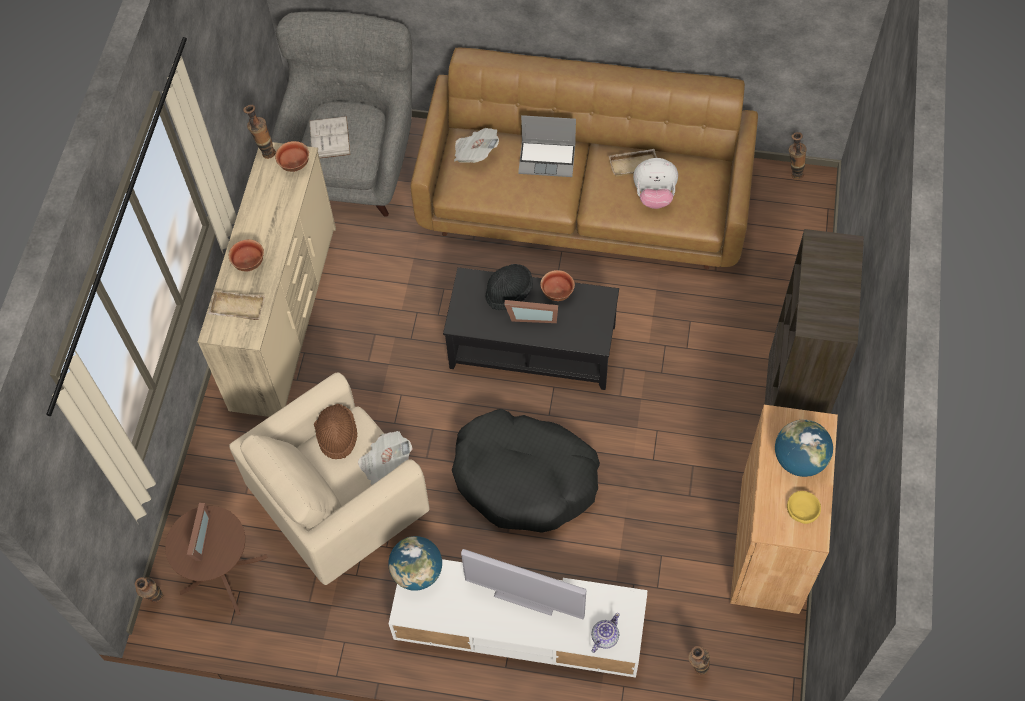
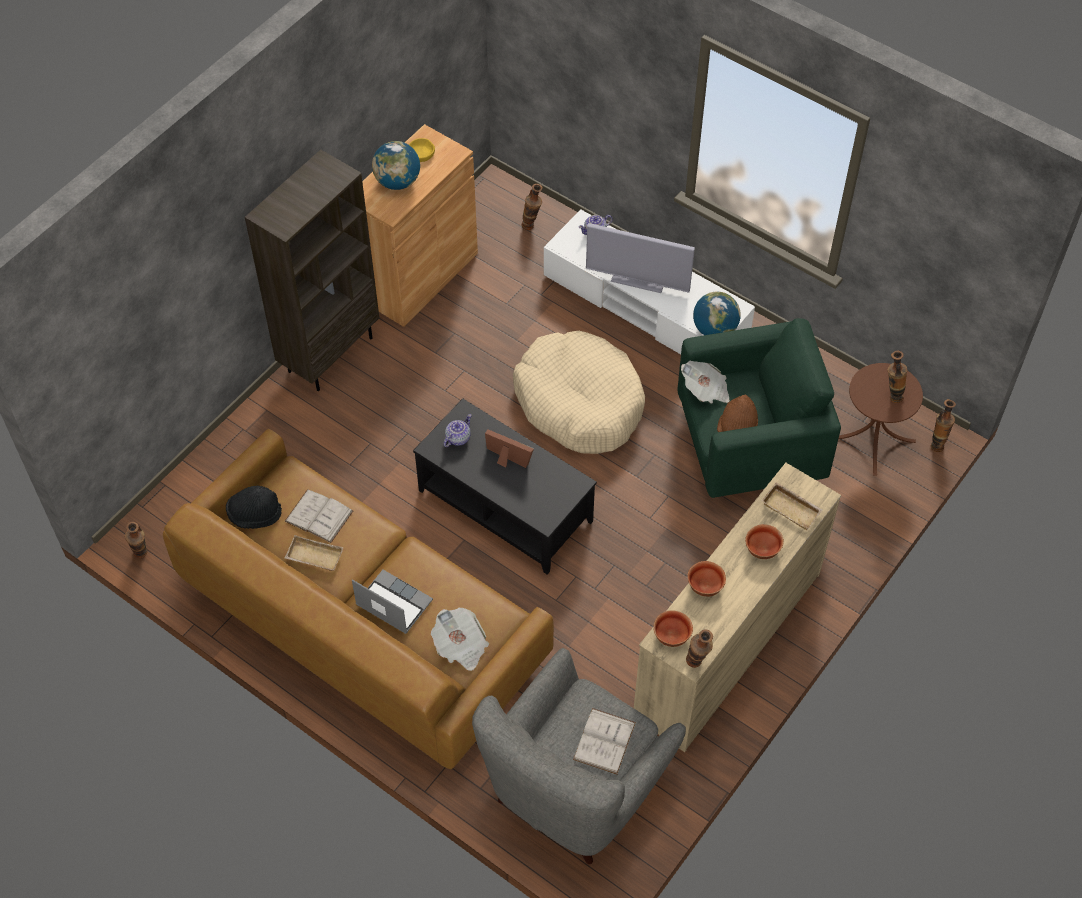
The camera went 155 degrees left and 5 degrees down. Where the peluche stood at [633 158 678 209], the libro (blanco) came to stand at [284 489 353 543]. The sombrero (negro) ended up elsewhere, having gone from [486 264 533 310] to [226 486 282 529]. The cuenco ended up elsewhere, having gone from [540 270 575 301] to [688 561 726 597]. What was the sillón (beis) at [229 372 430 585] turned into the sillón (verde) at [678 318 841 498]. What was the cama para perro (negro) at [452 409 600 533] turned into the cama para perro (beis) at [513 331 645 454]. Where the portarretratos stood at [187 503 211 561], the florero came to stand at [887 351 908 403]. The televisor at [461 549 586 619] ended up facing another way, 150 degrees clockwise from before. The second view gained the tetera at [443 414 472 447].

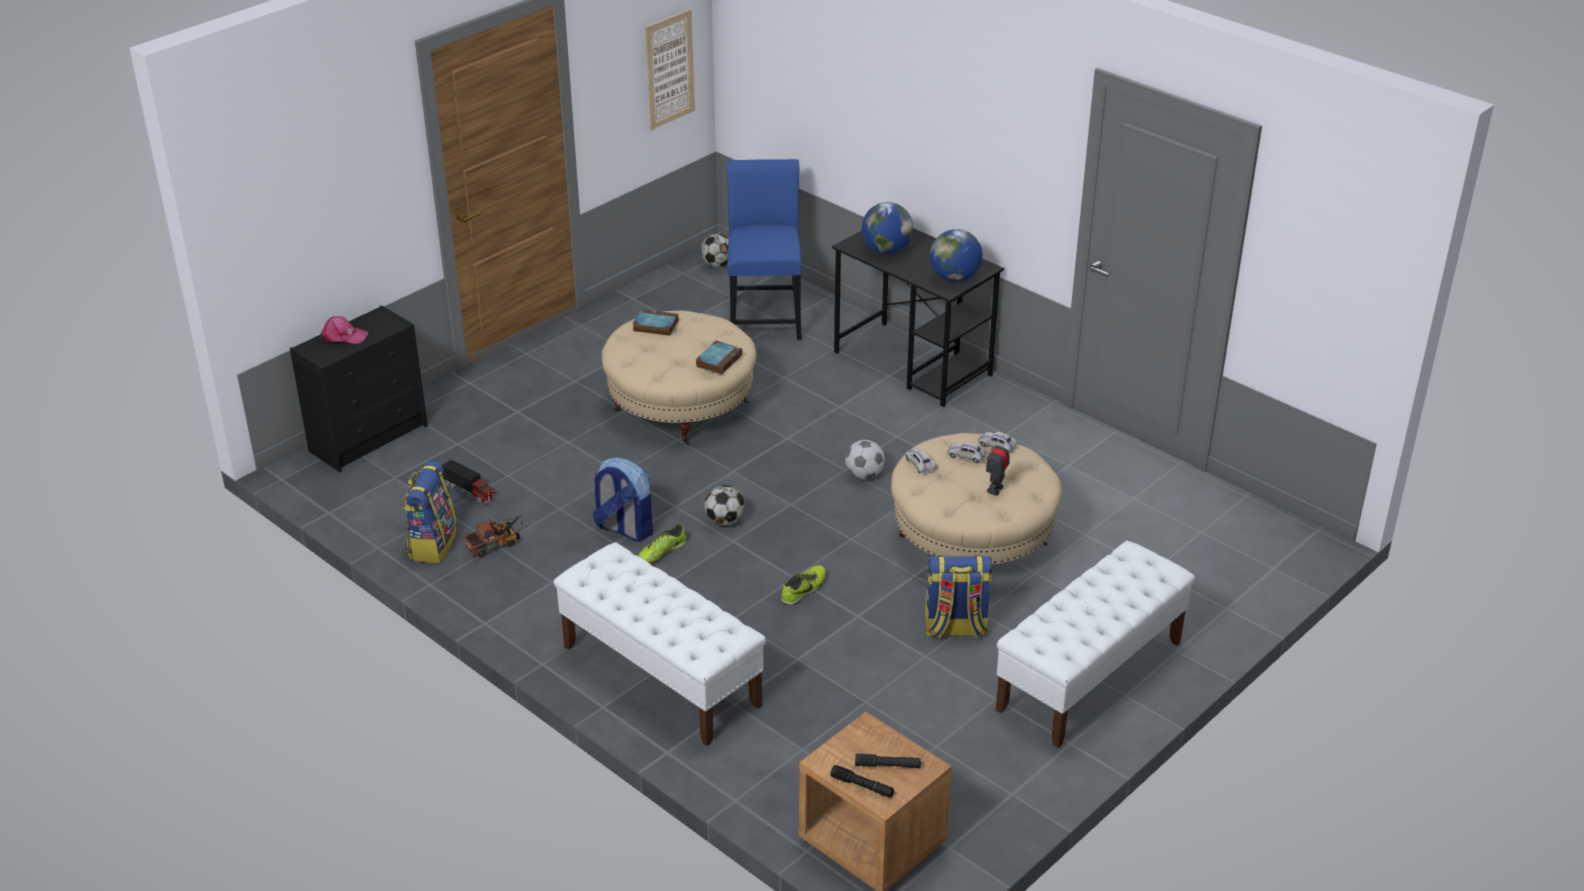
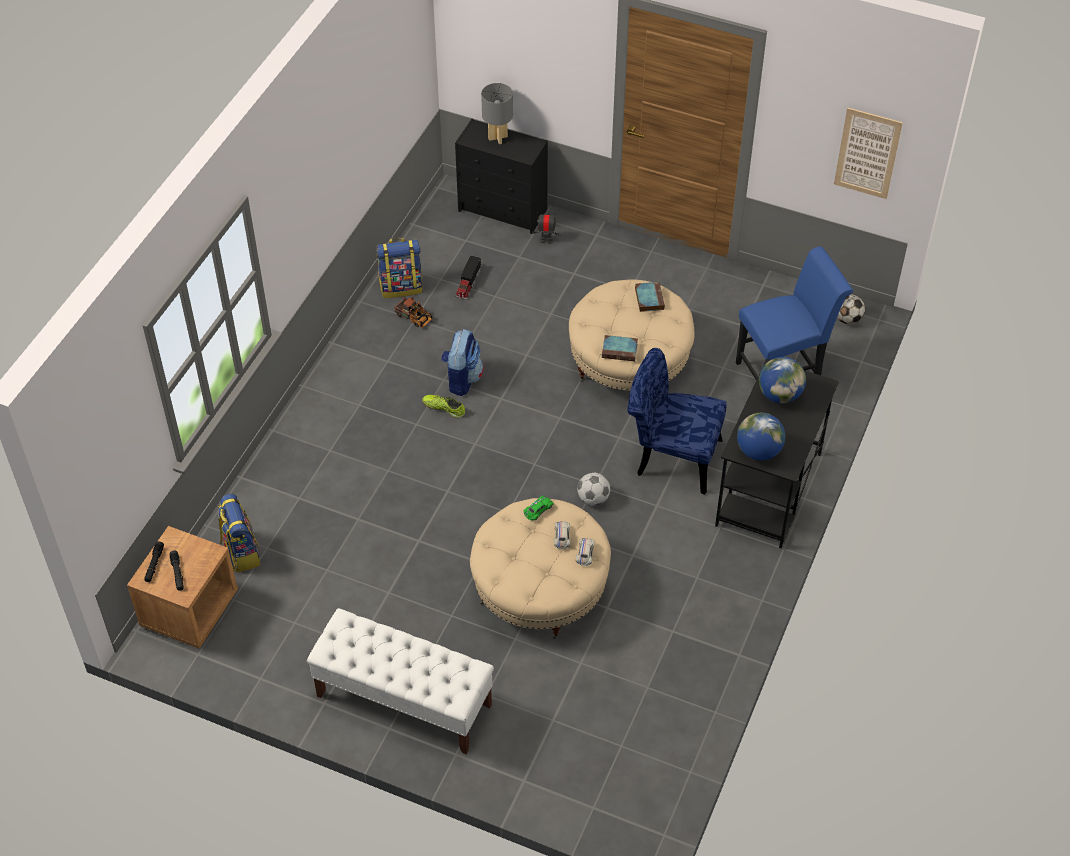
The camera went 70 degrees right and 15 degrees up. Where the gorra (rosa) stood at [320 316 368 344], the lámpara de mesa (gris) came to stand at [481 83 513 144]. The robot de juguete ended up elsewhere, having gone from [986 435 1010 496] to [532 212 561 244]. What was the coche de juguete (blanco) at [904 448 937 473] turned into the coche de juguete (verde) at [524 496 553 521]. The second view lost the balón de fútbol at [705 485 745 526]. The second view lost the banco (blanco) at [554 542 766 746]. The mochila ended up elsewhere, having gone from [925 555 993 638] to [218 493 260 573]. The second view lost the zapato at [781 565 826 605]. The second view gained the silla (azul) at [627 348 727 495].

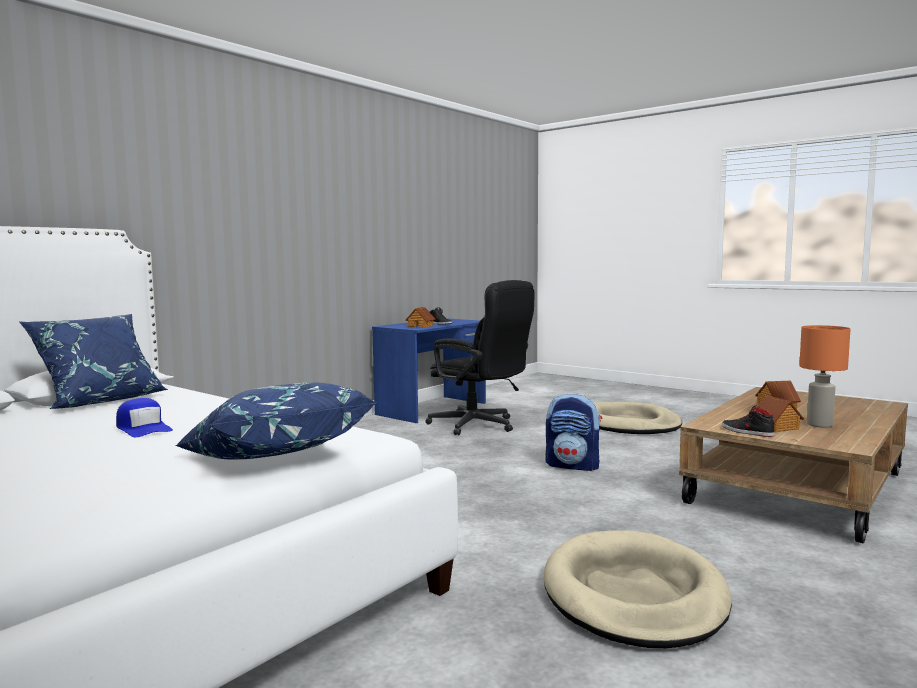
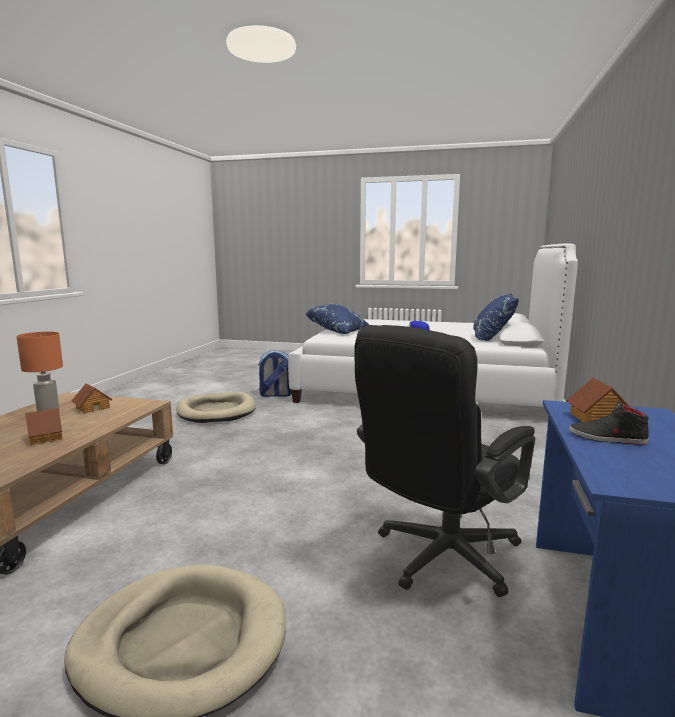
The camera went 155 degrees right and 5 degrees up. The silla de oficina (negro) at [425 280 535 435] ended up facing another way, 60 degrees counterclockwise from before. The mochila ended up elsewhere, having gone from [545 393 602 471] to [258 350 292 397]. The second view lost the zapato (negro) at [722 405 775 437].

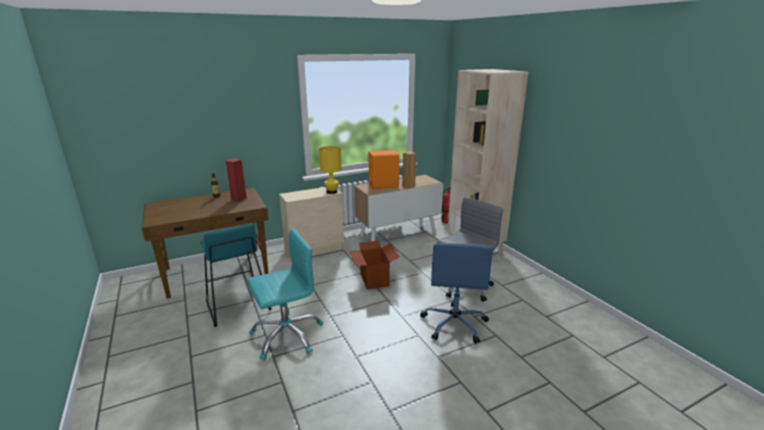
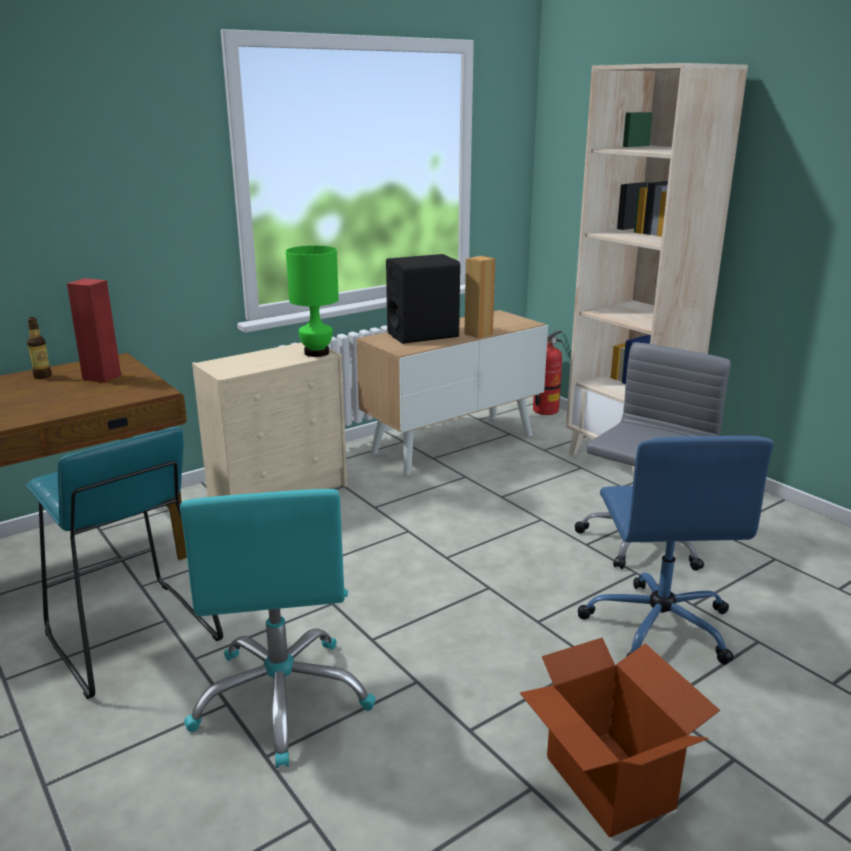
The camera went 10 degrees left and 0 degrees up. What was the lámpara de mesa (amarillo) at [319 146 341 194] turned into the lámpara de mesa (verde) at [286 246 339 357]. What was the altavoz (naranja) at [368 150 400 189] turned into the altavoz (negro) at [386 254 460 344]. The silla de oficina (turquesa) at [247 228 323 360] ended up facing another way, 120 degrees clockwise from before. The caja de cartón ended up elsewhere, having gone from [349 241 400 289] to [520 637 720 838].

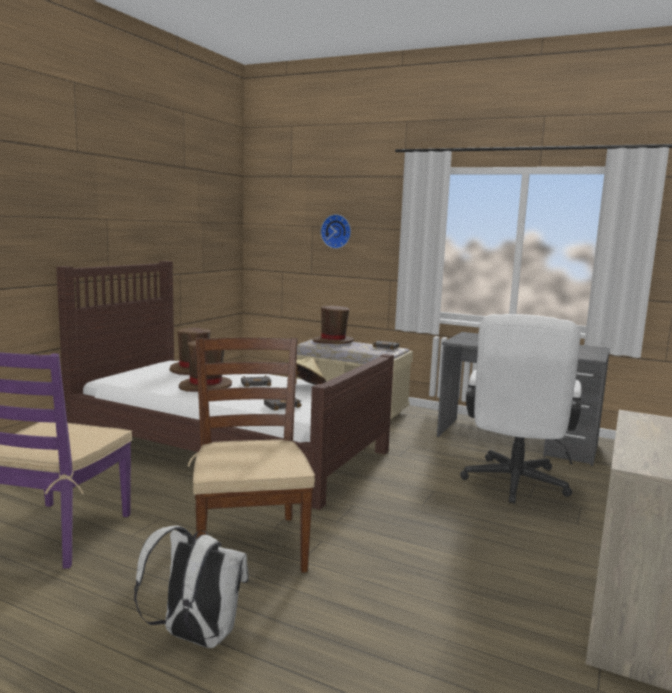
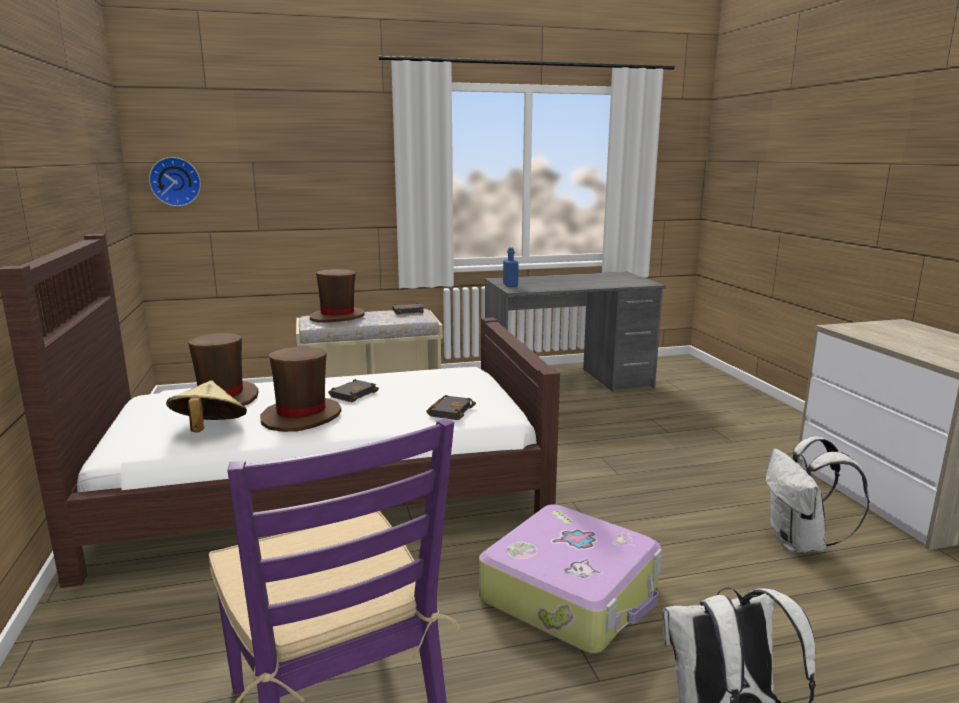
The camera went 40 degrees left and 5 degrees up. The reloj de pared ended up elsewhere, having gone from [321 214 351 249] to [149 157 201 206]. The second view lost the silla de oficina (blanco) at [460 314 582 504]. Where the silla (marrón) stood at [187 338 315 573], the maleta came to stand at [479 504 662 653]. The sombrero (beis) ended up elsewhere, having gone from [284 358 326 385] to [166 381 247 432]. The second view gained the botella (azul) at [503 247 519 287]. The second view gained the mochila (blanco) at [766 436 870 553].

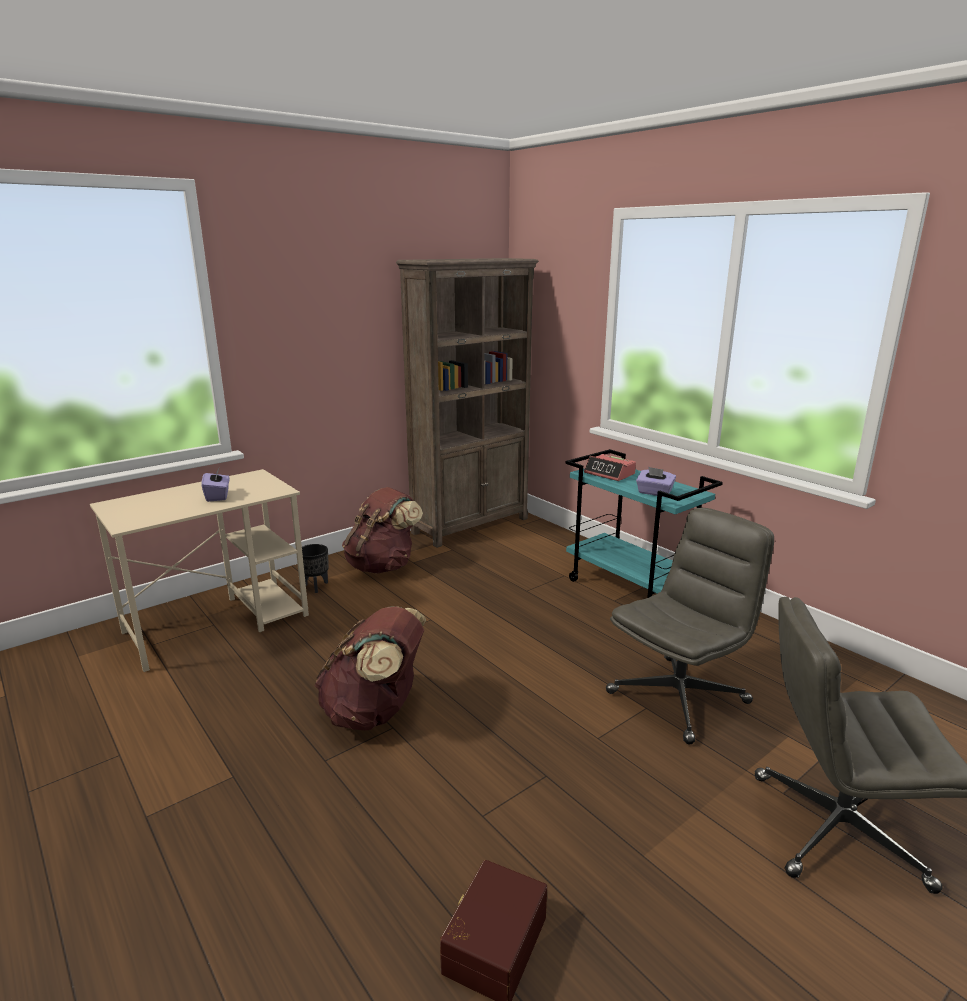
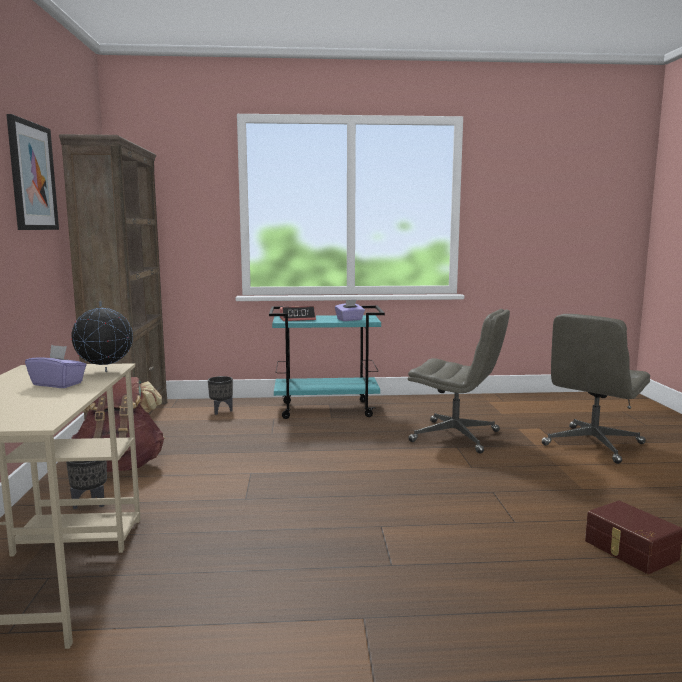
The camera went 55 degrees left and 10 degrees down. The silla de oficina (gris) at [606 508 774 745] ended up facing another way, 120 degrees clockwise from before. The second view lost the mochila (marrón) at [314 606 426 730]. The second view gained the cuadro at [6 114 59 230]. The second view gained the globo terráqueo at [71 301 133 372]. The second view gained the maceta (negro) at [208 376 233 415].

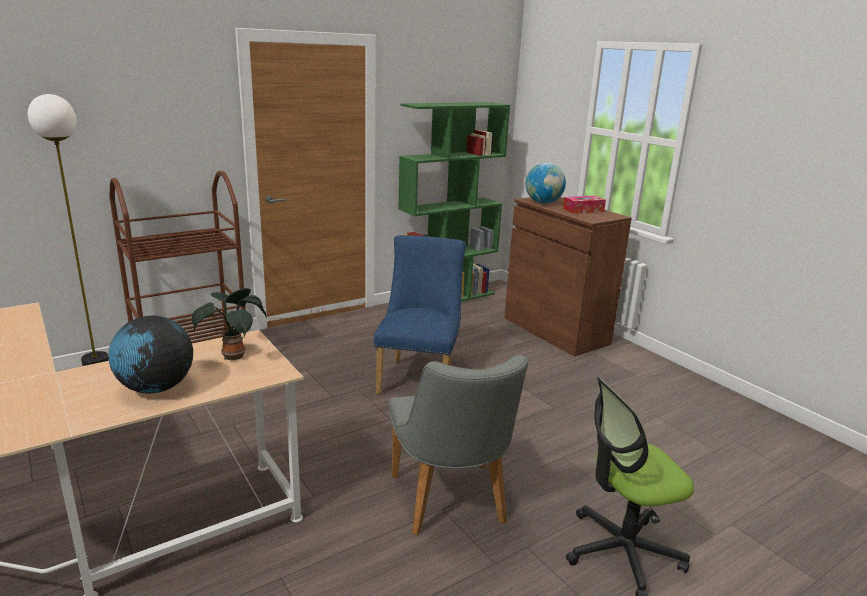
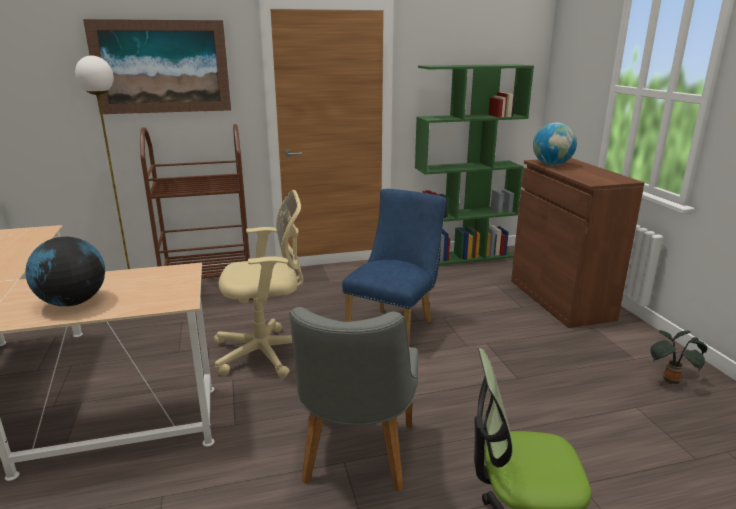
The camera went 20 degrees right and 0 degrees up. The second view lost the caja de pañuelos at [563 196 606 214]. The planta en maceta ended up elsewhere, having gone from [192 288 267 360] to [650 330 707 384]. The second view gained the cuadro at [83 19 231 114]. The second view gained the silla de oficina (beis) at [214 190 304 378].

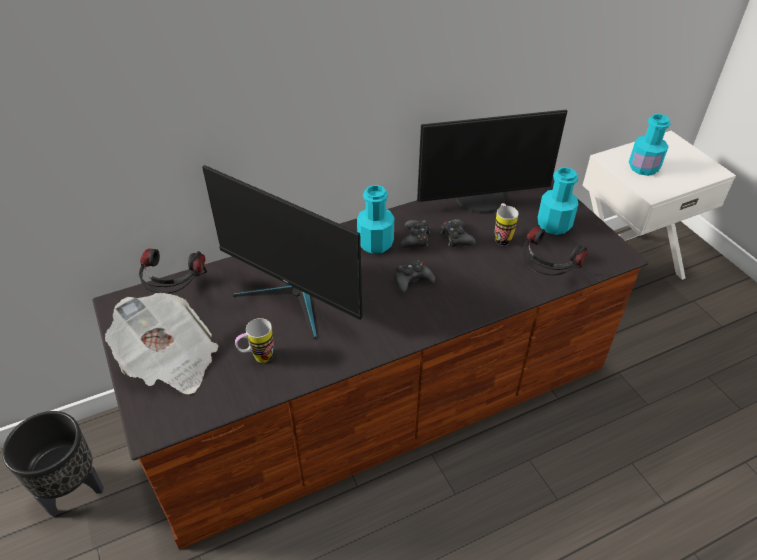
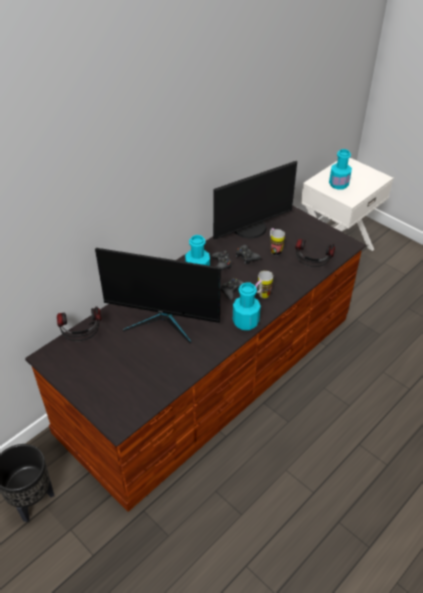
The camera went 20 degrees left and 0 degrees up. The botella (turquesa) ended up elsewhere, having gone from [538 167 578 235] to [233 282 261 330]. The second view lost the periódico at [105 293 219 394]. The taza grande ended up elsewhere, having gone from [235 318 274 363] to [255 271 273 298].

